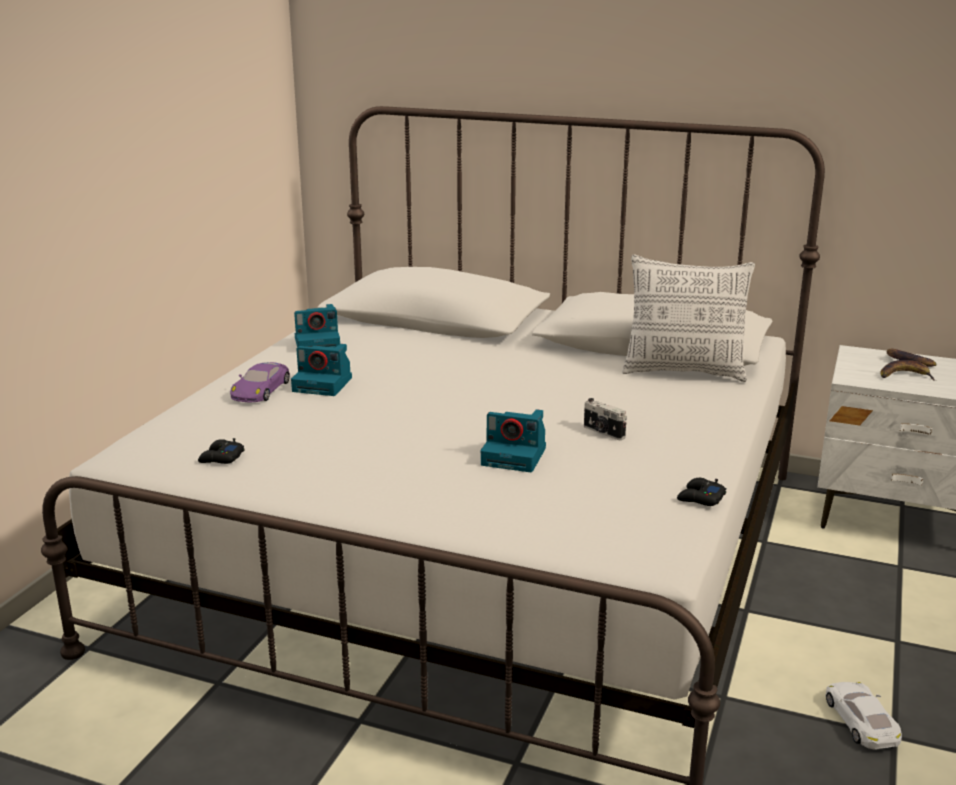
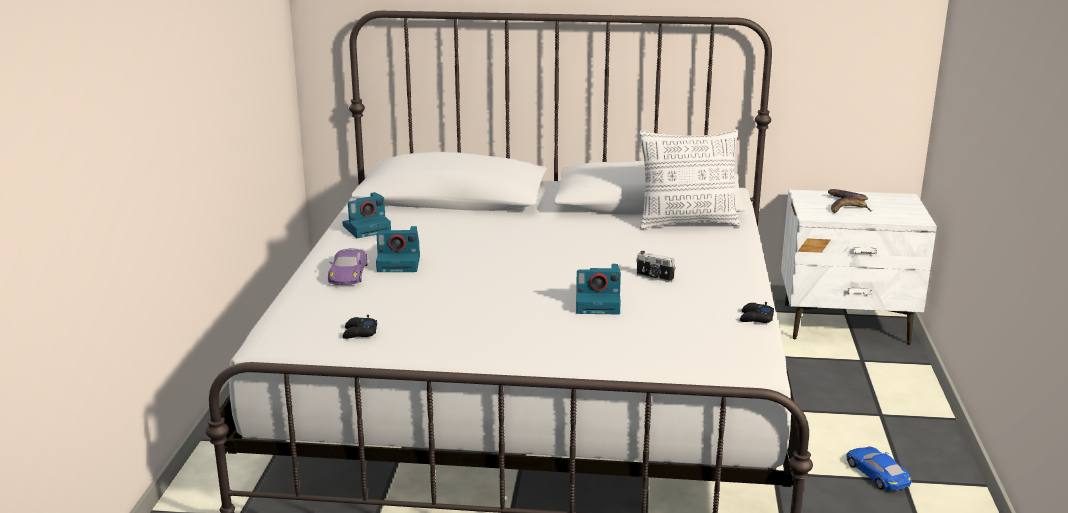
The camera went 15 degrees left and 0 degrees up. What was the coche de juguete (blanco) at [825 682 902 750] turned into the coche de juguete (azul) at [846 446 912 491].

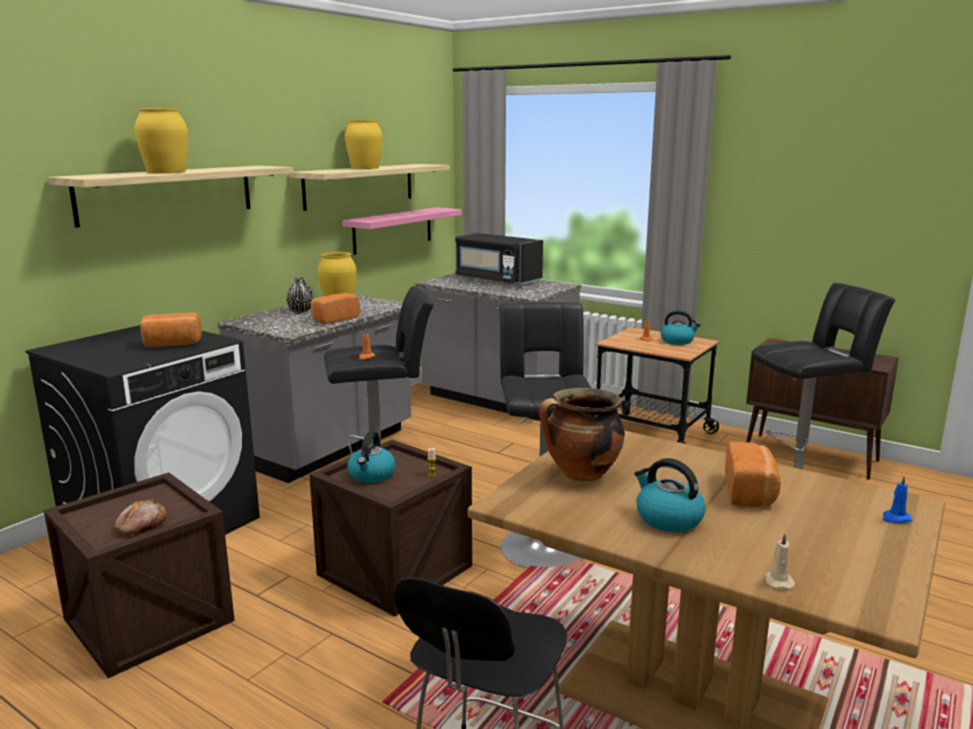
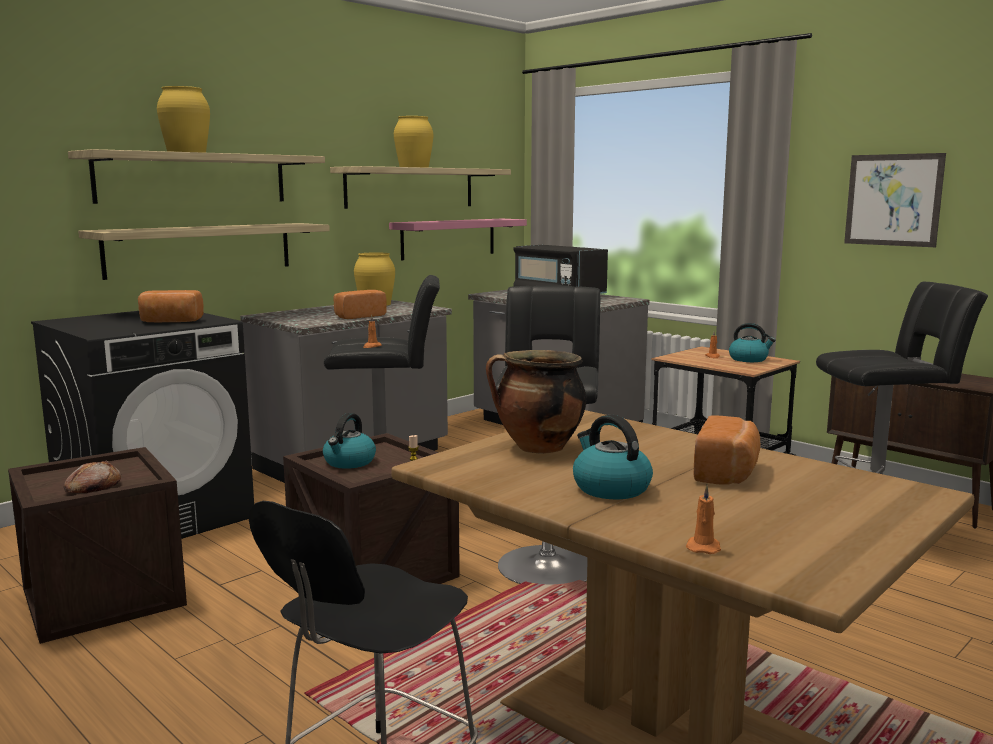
The camera went 10 degrees right and 5 degrees down. The second view lost the florero (negro) at [287 277 314 313]. The second view lost the vela (azul) at [883 475 912 523]. What was the vela (beis) at [764 533 795 589] turned into the vela (naranja) at [686 485 721 554]. The second view gained the cuadro at [844 153 946 247]. The second view gained the estante at [78 223 330 280].

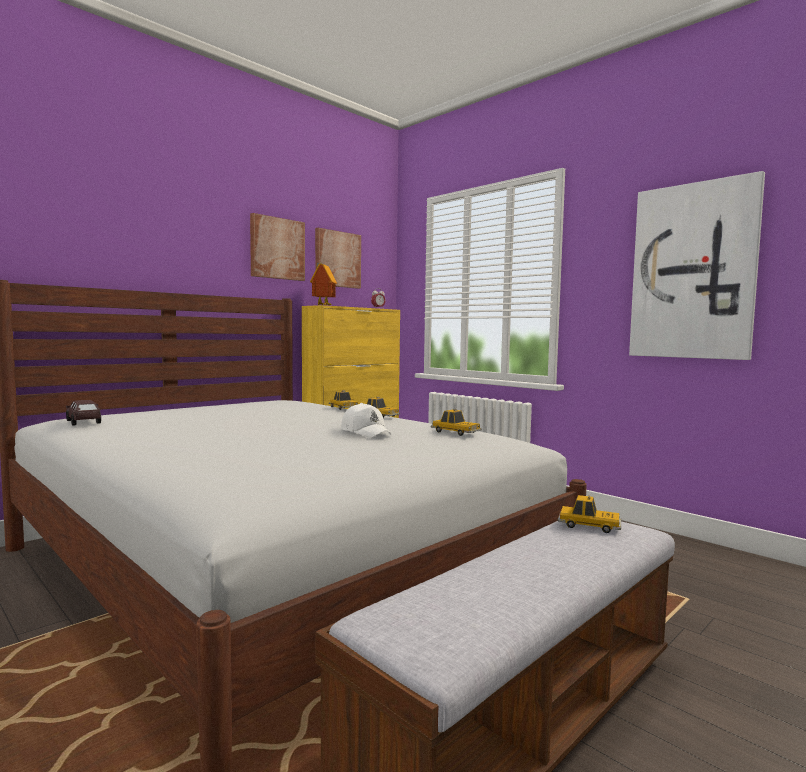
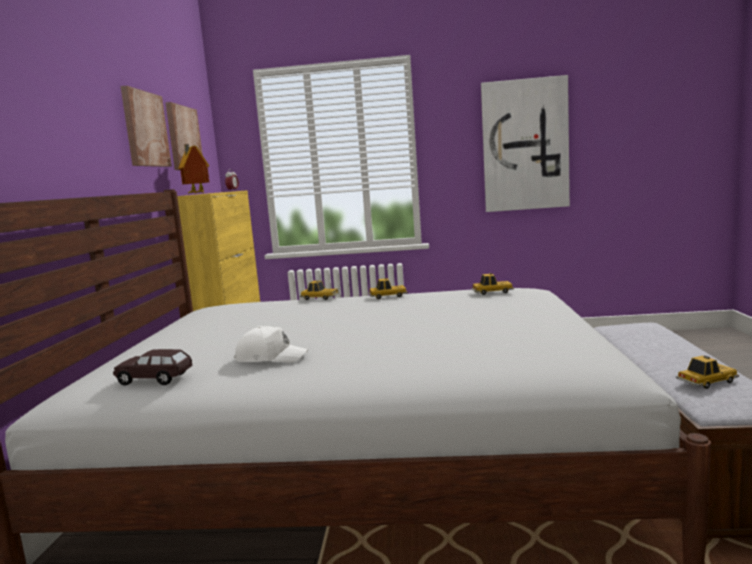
The camera went 40 degrees left and 5 degrees up. The gorra (blanco) ended up elsewhere, having gone from [341 403 391 438] to [234 326 308 363]. The coche de juguete ended up elsewhere, having gone from [558 495 622 533] to [676 355 739 389].

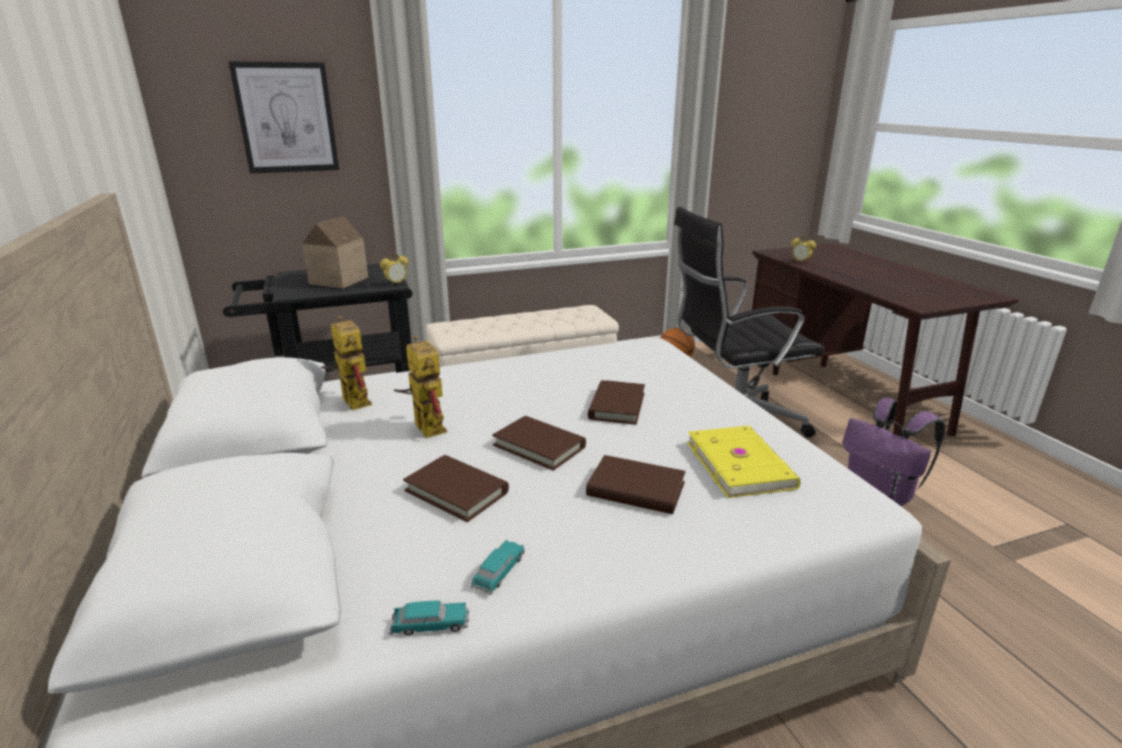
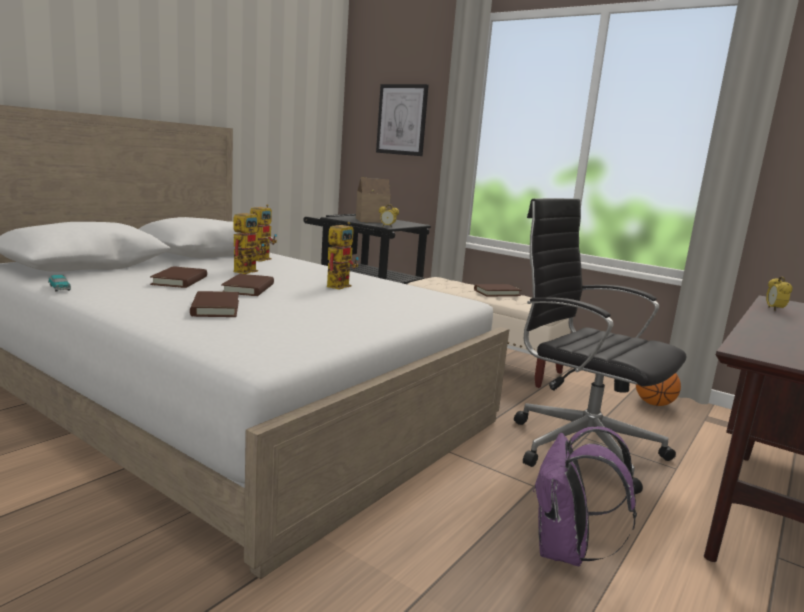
The camera went 55 degrees right and 10 degrees down. The libro (marrón) ended up elsewhere, having gone from [588 380 645 425] to [474 284 521 297]. The second view lost the libro (amarillo) at [687 426 801 498]. The second view lost the coche de juguete at [470 540 525 595]. The second view gained the robot de juguete at [327 222 359 290].

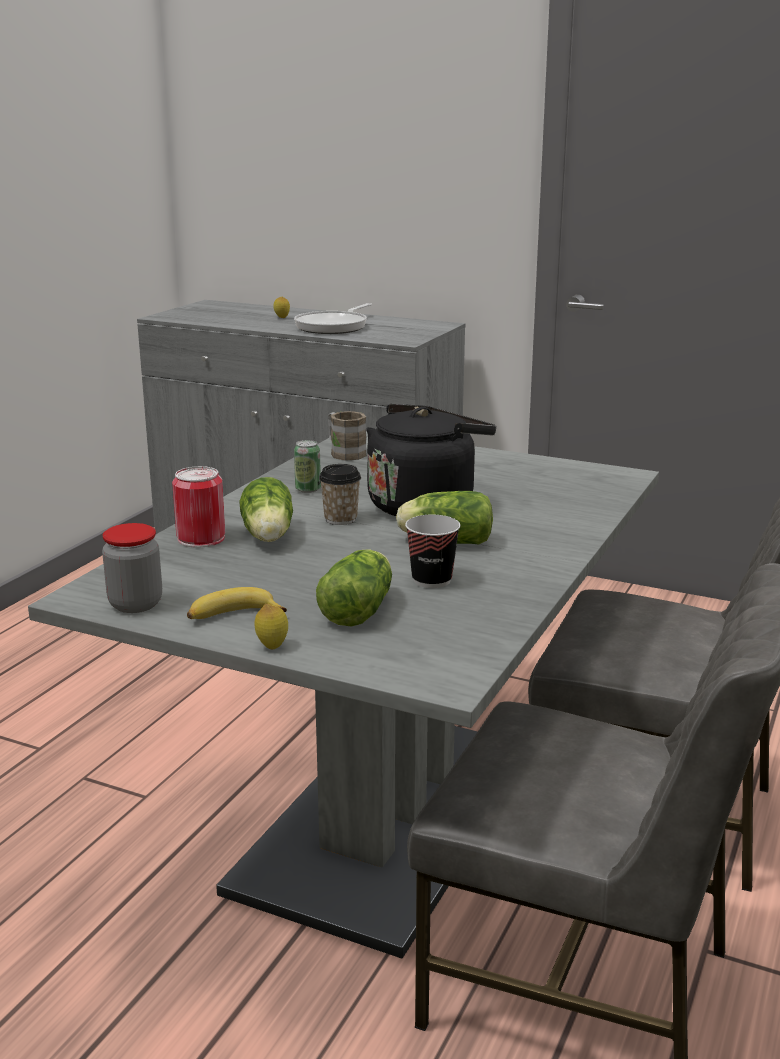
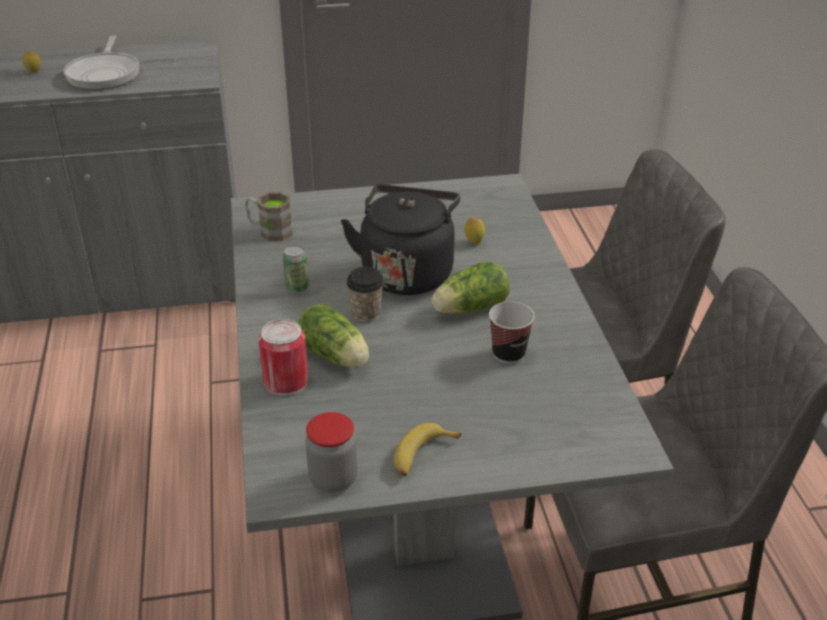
The camera went 35 degrees left and 15 degrees up. The second view lost the lechuga at [316 549 392 627]. The limón ended up elsewhere, having gone from [255 604 288 649] to [464 218 485 244].

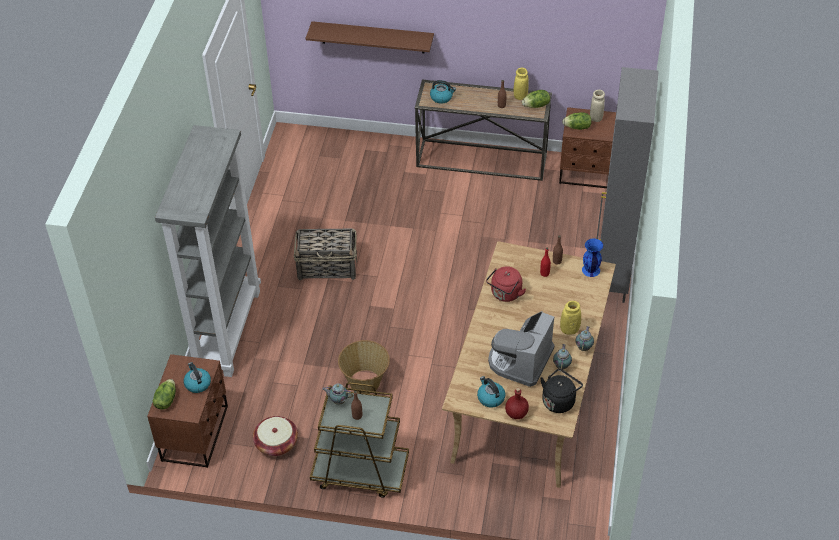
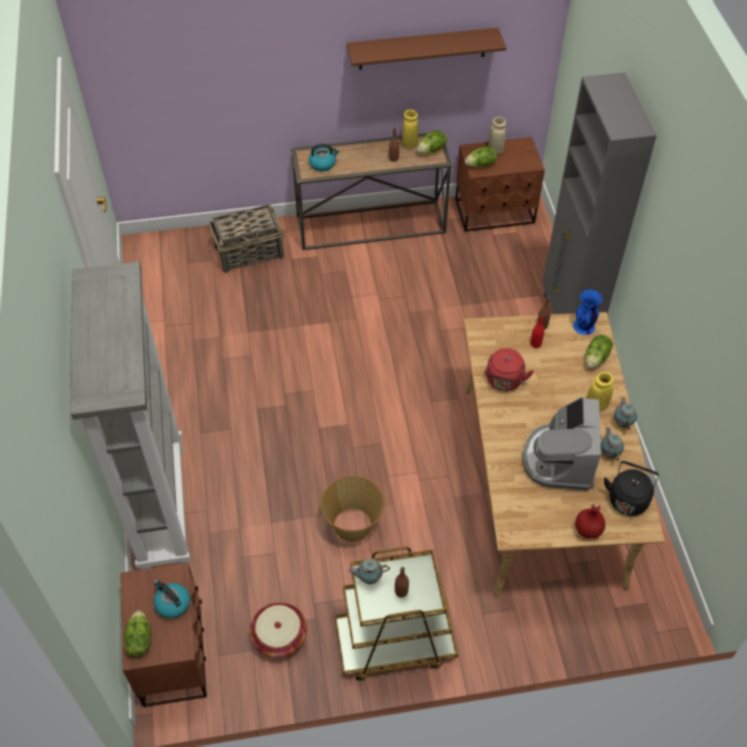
The camera went 20 degrees left and 5 degrees up. The estante (marrón) ended up elsewhere, having gone from [306 21 434 53] to [347 28 506 70]. The cesta ended up elsewhere, having gone from [294 229 357 280] to [209 204 284 273]. The second view lost the hervidor at [477 376 505 408]. The second view gained the lechuga at [586 335 613 368].

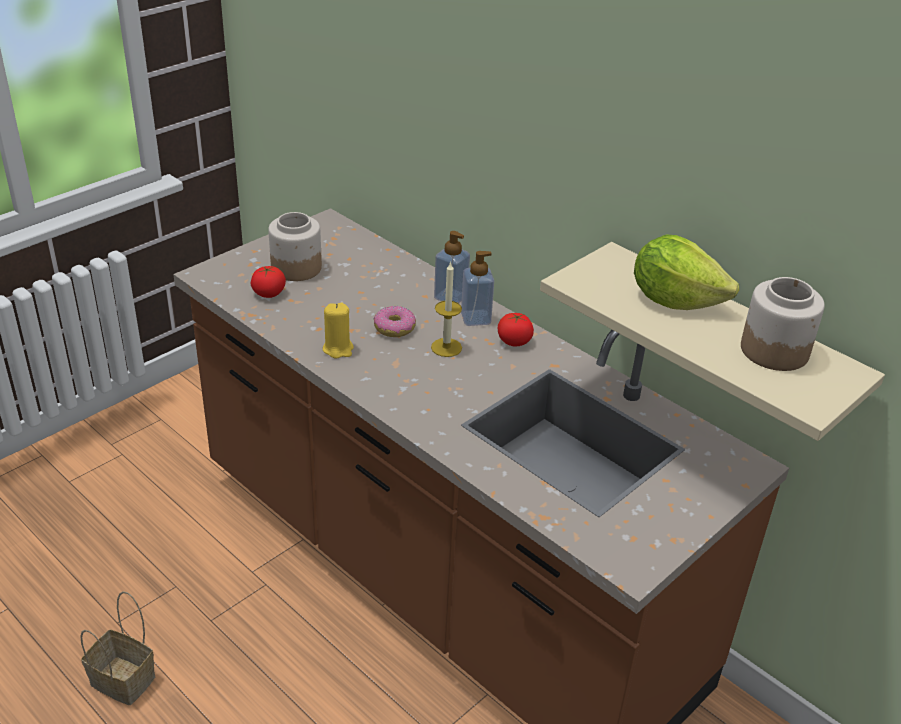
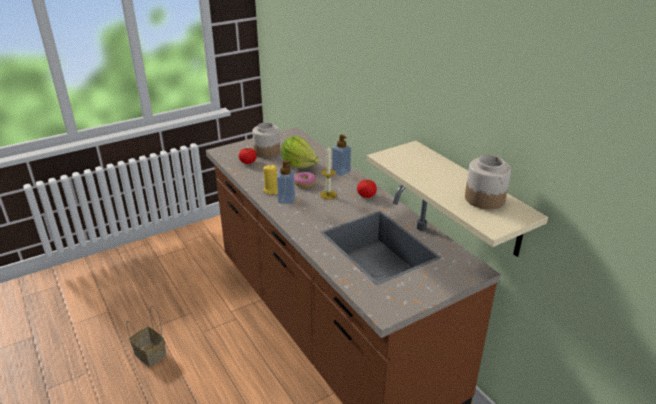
The camera went 15 degrees right and 5 degrees down. The lechuga ended up elsewhere, having gone from [634 234 739 310] to [281 136 319 168]. The dispensador de jabón ended up elsewhere, having gone from [461 251 494 326] to [277 160 295 204].

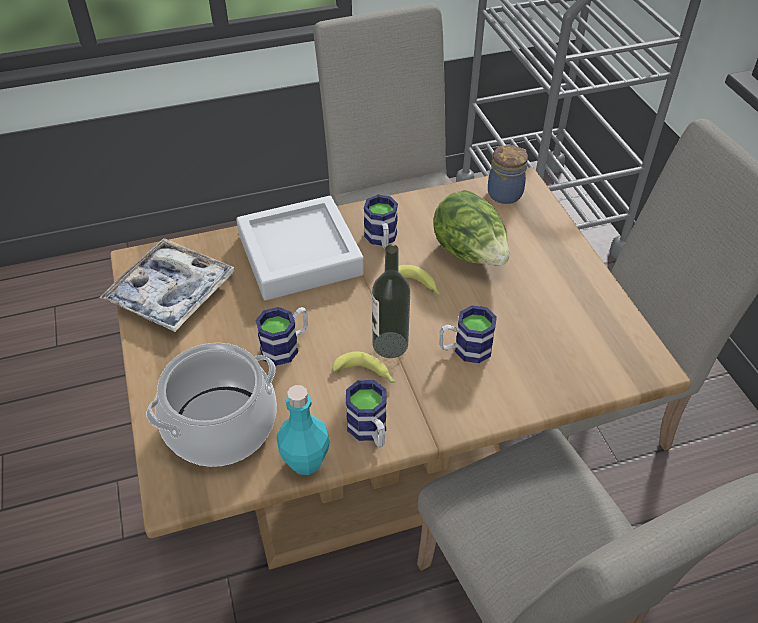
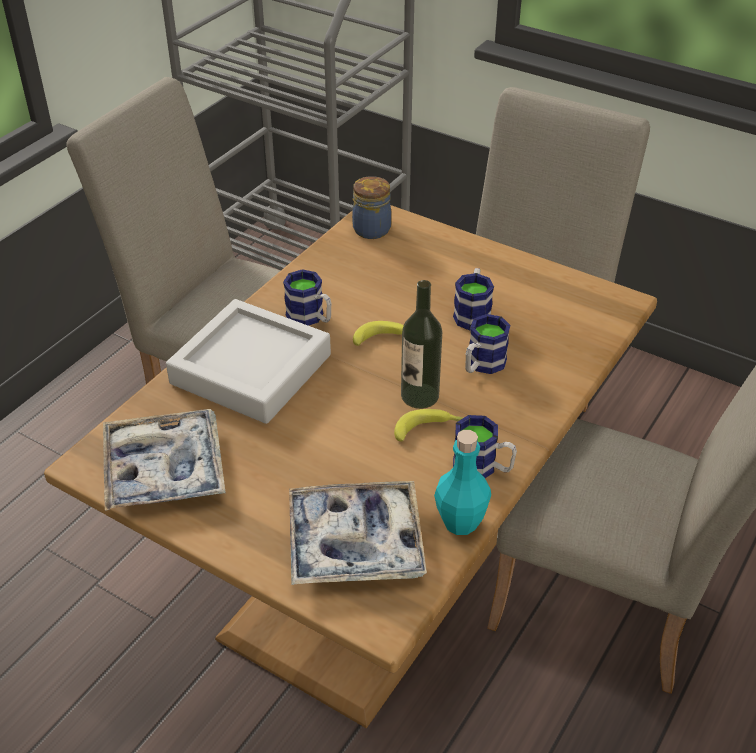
The camera went 40 degrees left and 5 degrees down. The second view lost the lechuga at [433 190 509 266]. The taza grande ended up elsewhere, having gone from [255 307 308 366] to [453 268 494 330]. Where the olla stood at [146 343 277 467], the bandeja came to stand at [289 481 427 585].

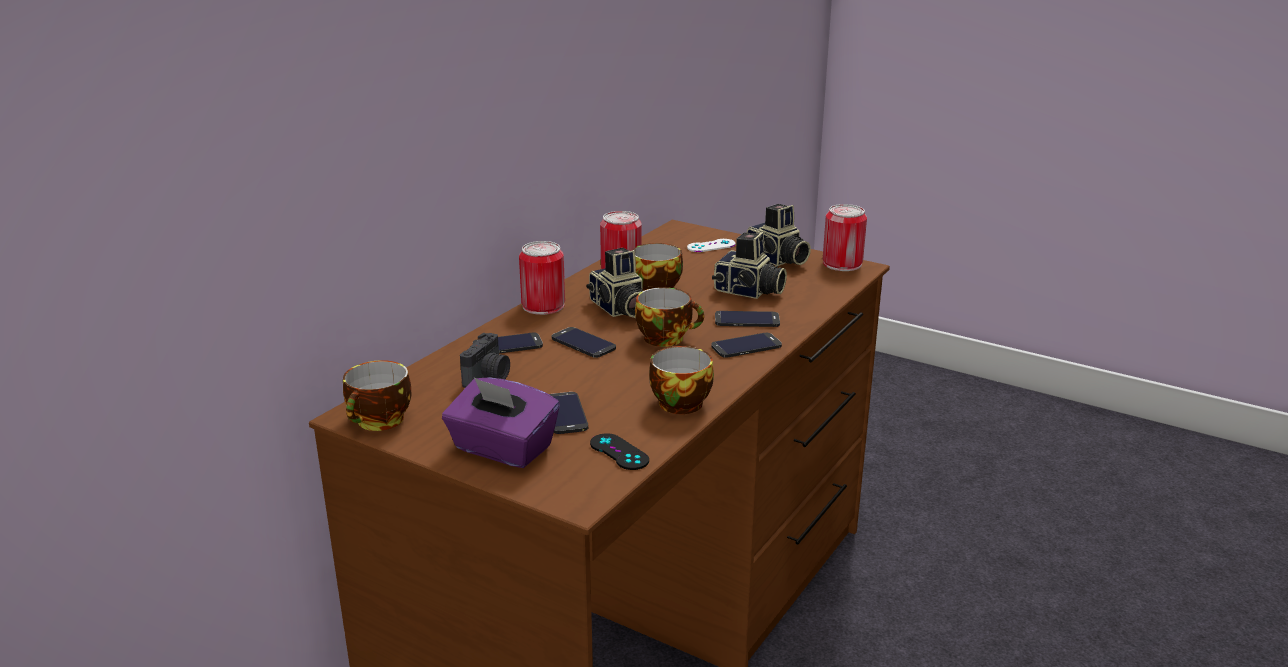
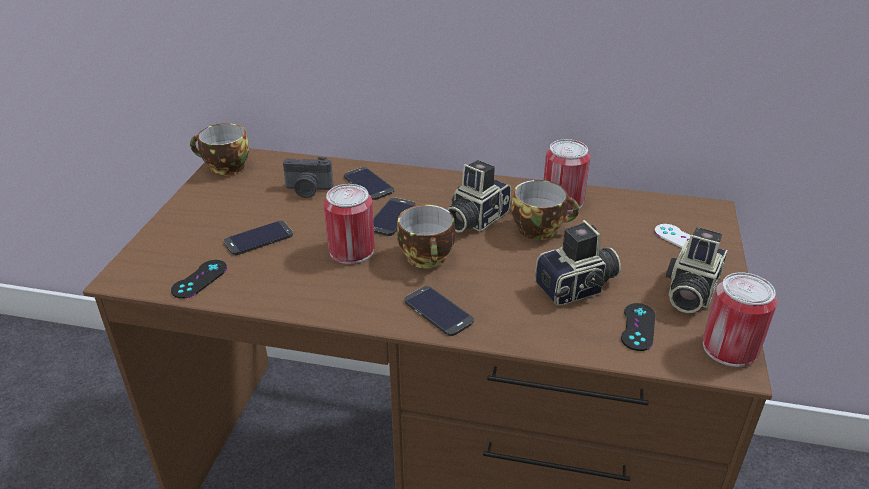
The camera went 70 degrees right and 10 degrees up. The cámara at [712 232 787 299] ended up facing another way, 120 degrees counterclockwise from before. The lata ended up elsewhere, having gone from [519 241 565 315] to [324 184 375 264]. The second view lost the móvil at [715 311 780 327]. The second view lost the taza at [649 346 714 414]. The second view lost the caja de pañuelos (morado) at [442 377 560 468]. The second view gained the mando de consola (negro) at [621 303 655 351].

